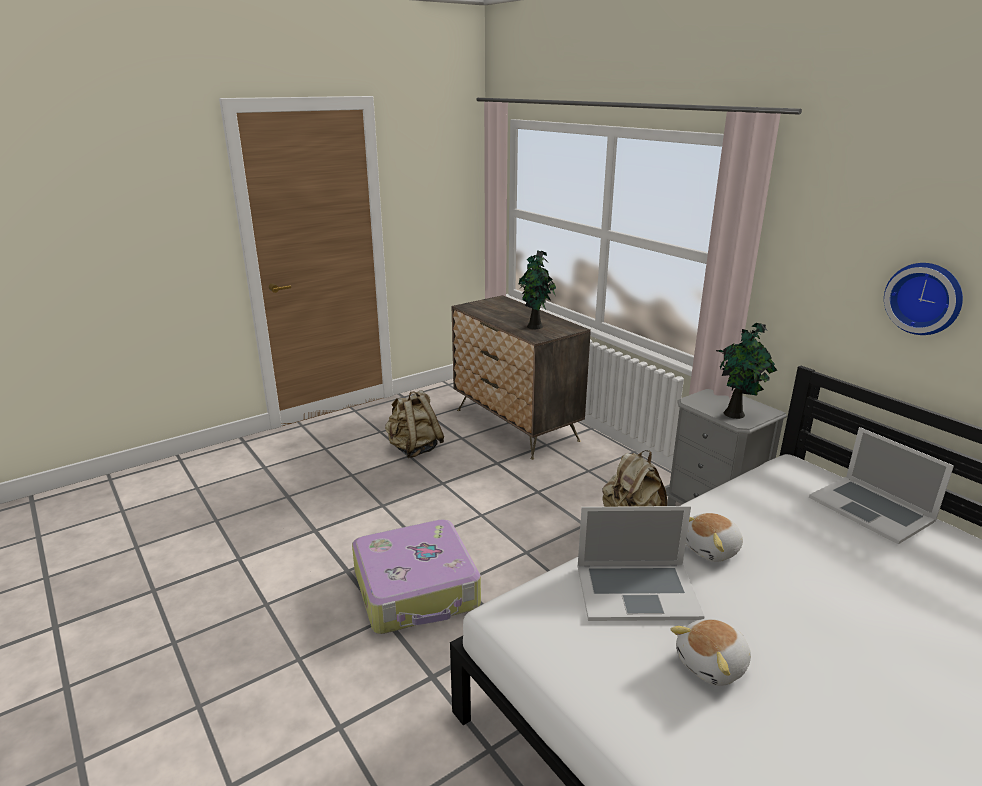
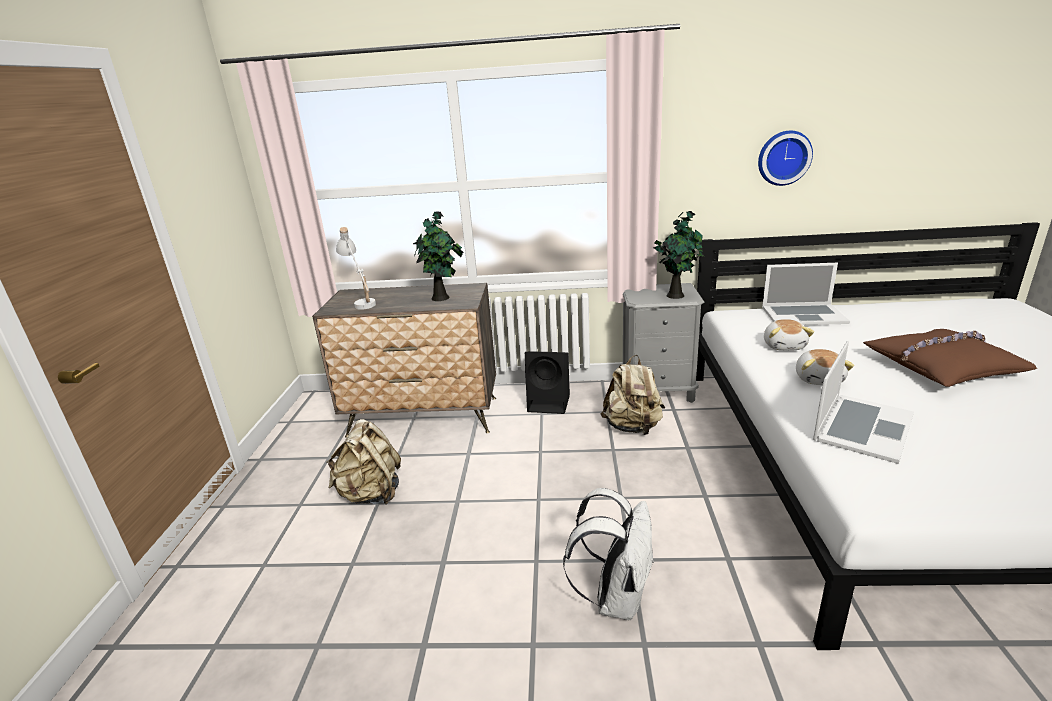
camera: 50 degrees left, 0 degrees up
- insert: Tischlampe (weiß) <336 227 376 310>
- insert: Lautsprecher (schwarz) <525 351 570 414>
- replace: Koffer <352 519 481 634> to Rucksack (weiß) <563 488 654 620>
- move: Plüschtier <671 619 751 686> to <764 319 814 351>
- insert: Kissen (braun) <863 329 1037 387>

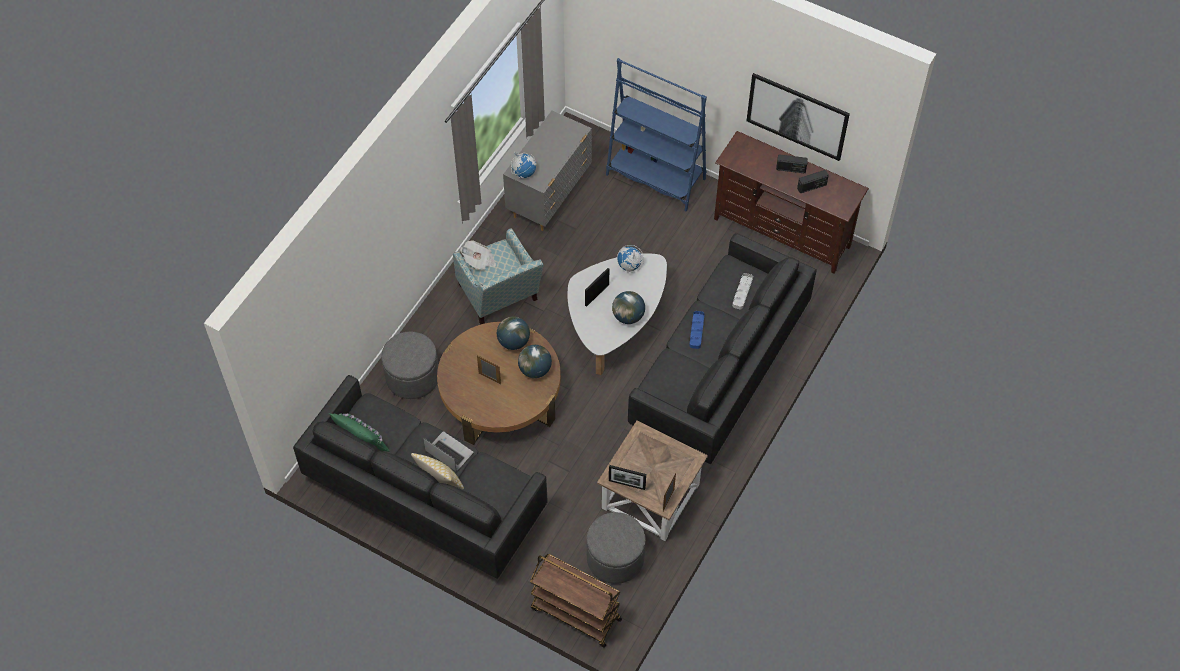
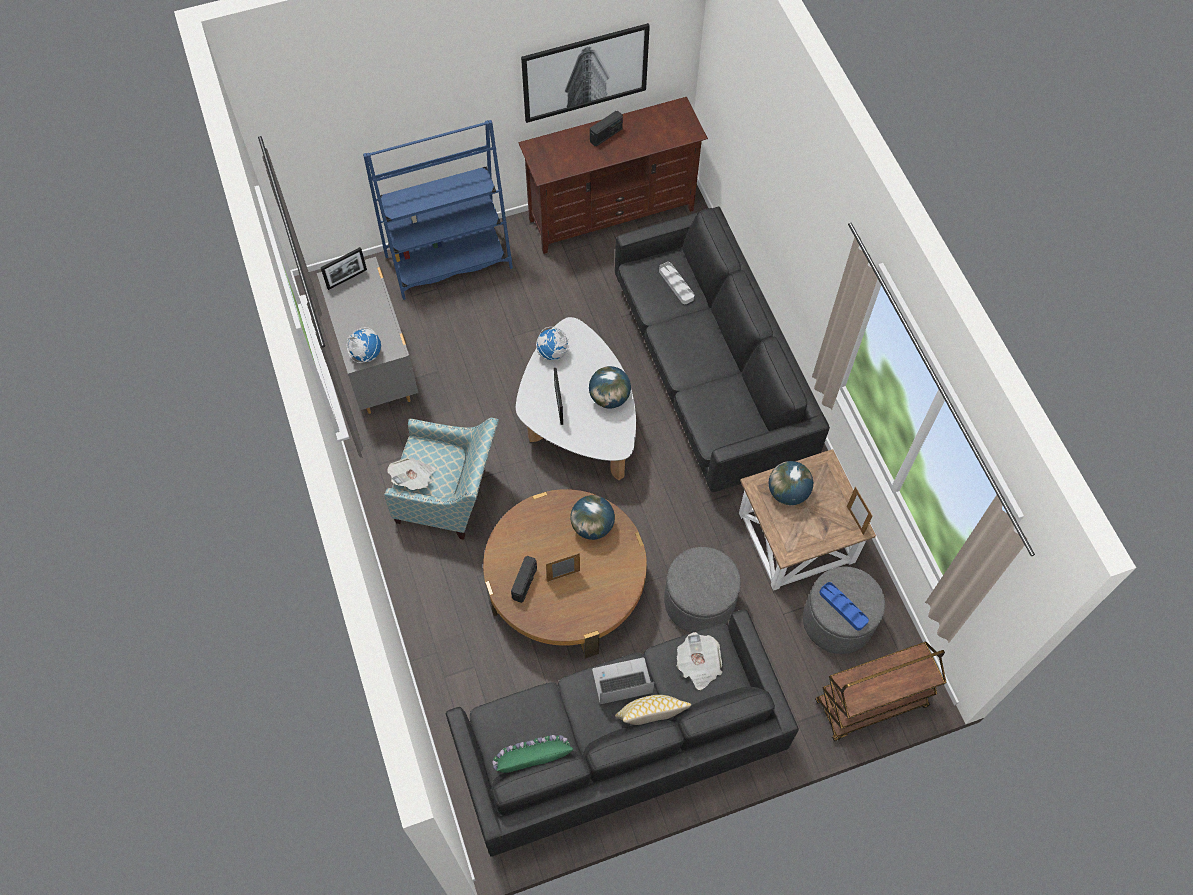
camera: 50 degrees left, 5 degrees up
- move: Bilderrahmen <609 465 646 490> to <321 247 367 290>
- move: Radio <797 170 829 193> to <511 556 537 603>
- move: Polsterhocker (grau) <381 332 438 399> to <664 547 741 633>
- insert: Zeitung <677 632 722 690>
- move: Globus <497 317 530 350> to <769 461 813 505>
- move: Tablett (blau) <689 311 705 349> to <819 582 869 631>

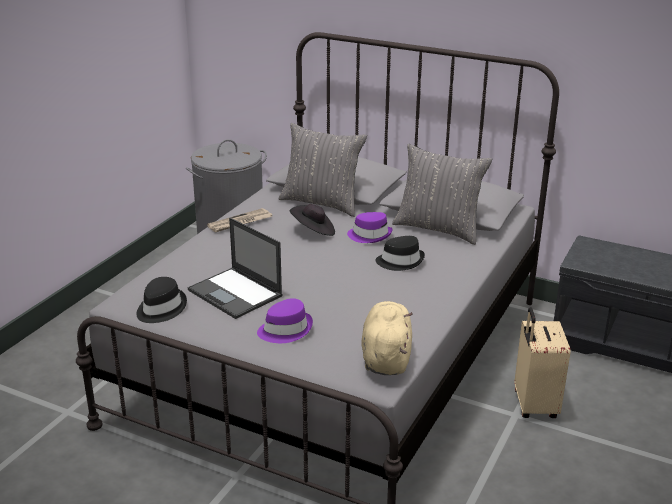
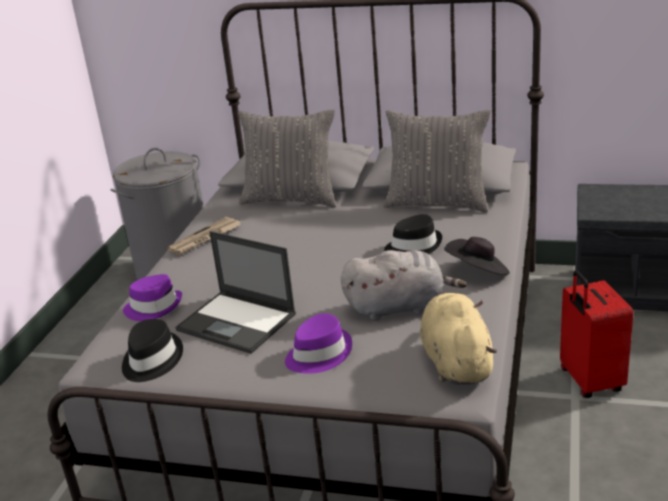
camera: 10 degrees left, 0 degrees up
- move: Hut (lila) <347 212 393 243> to <123 274 182 321>
- insert: Plüschtier (grau) <341 250 467 321>
- move: Hut (schwarz) <289 204 335 236> to <444 237 510 275>
- recolor: Koffer (beige) <514 307 570 418> to Koffer (rot) <560 270 634 398>

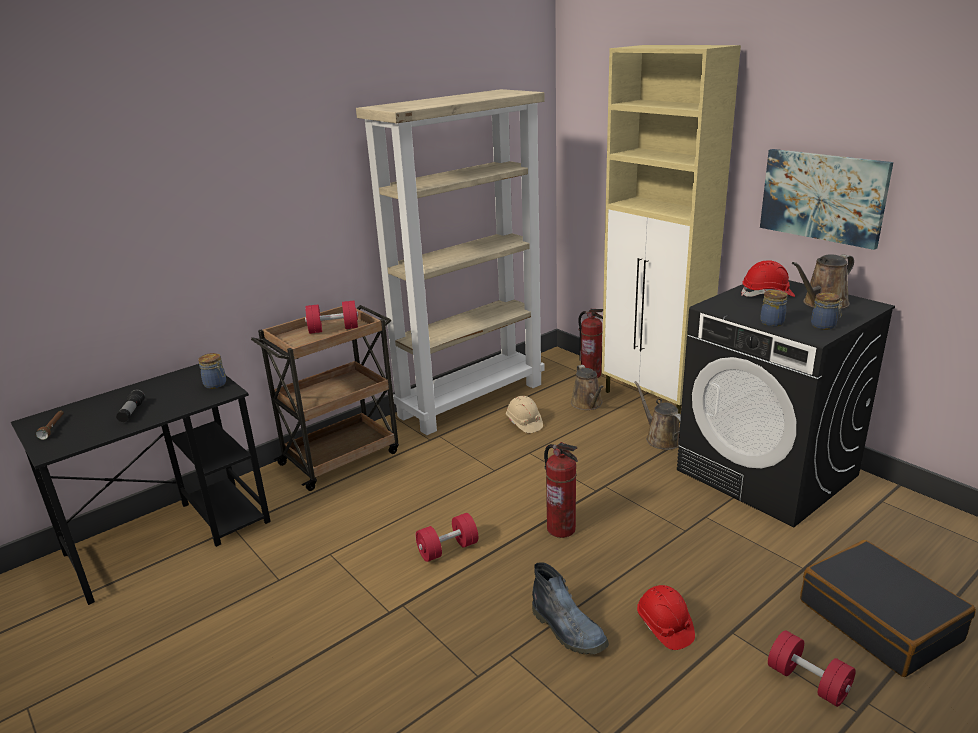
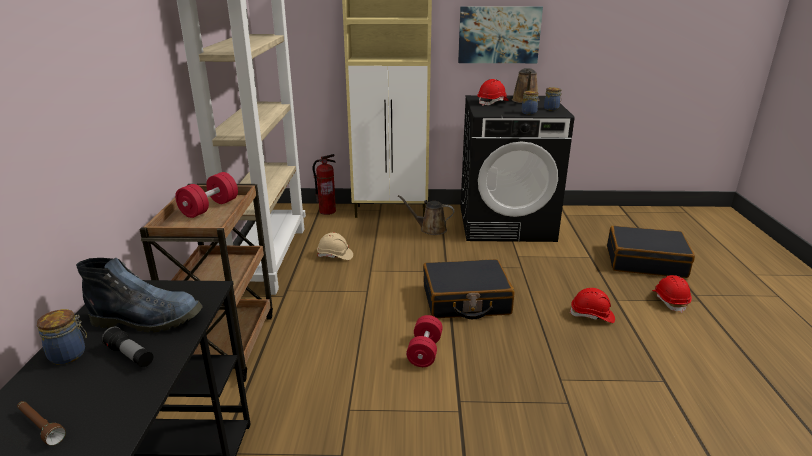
camera: 50 degrees left, 0 degrees up
- move: Vorratsglas <198 353 226 389> to <37 309 87 365>
- move: Stiefel <532 562 609 655> to <76 258 203 333>
- replace: Feuerlöscher <544 442 578 538> to Koffer (schwarz) <423 259 515 319>
- replace: Hantel (rot) <768 630 856 707> to Schutzhelm (rot) <652 275 692 313>
- delete: Gießkanne (braun) <571 365 604 410>

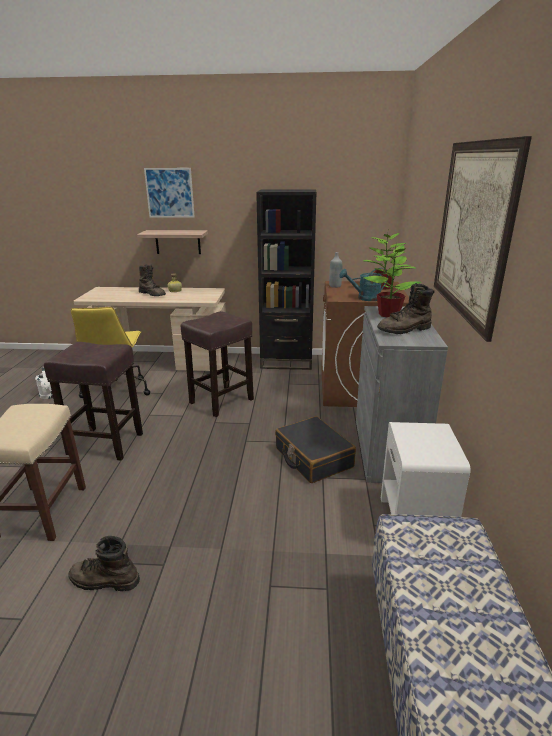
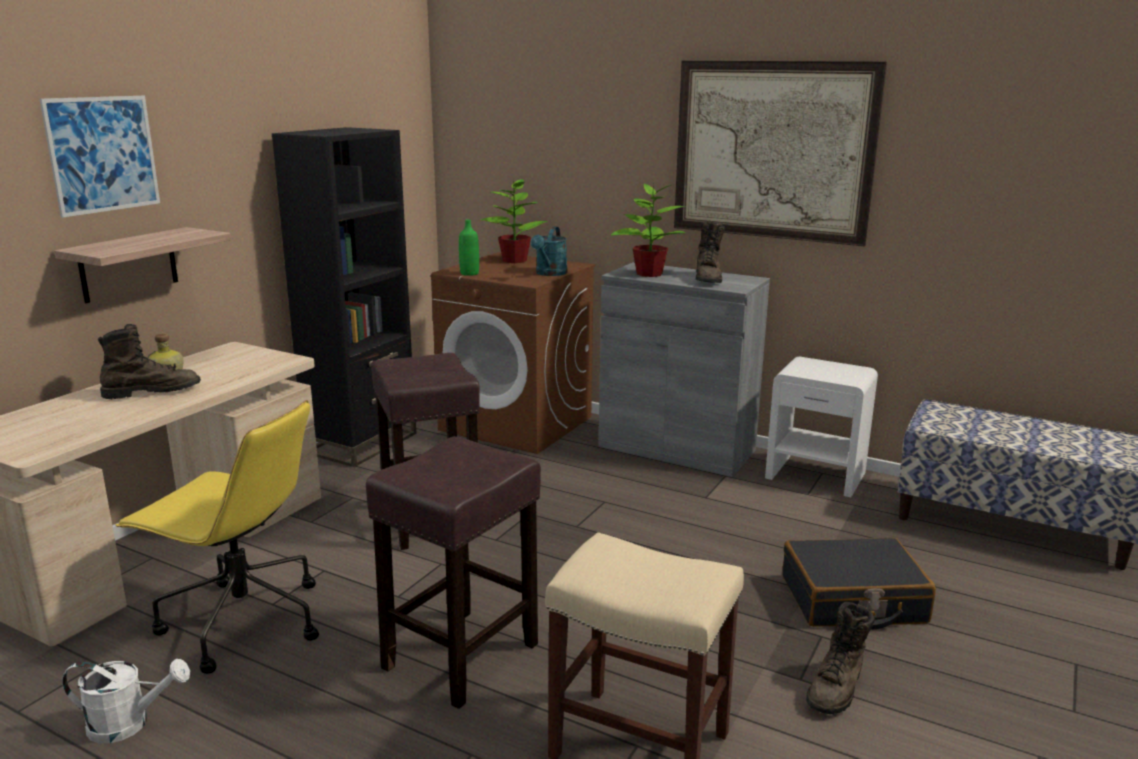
camera: 65 degrees left, 5 degrees down
- recolor: Flasche (grau) <329 252 343 288> to Flasche (grün) <459 219 479 276>
- move: Koffer (schwarz) <275 416 356 483> to <783 538 936 630>

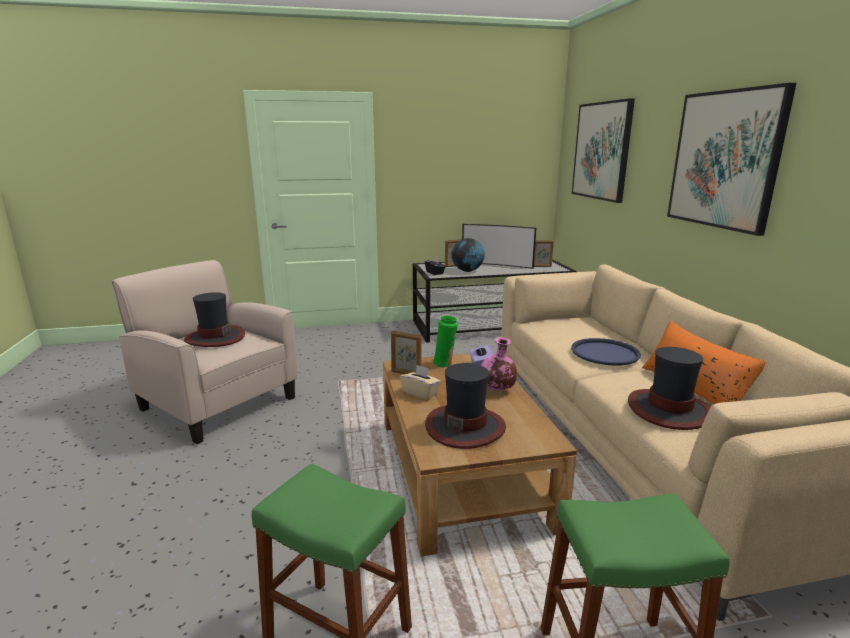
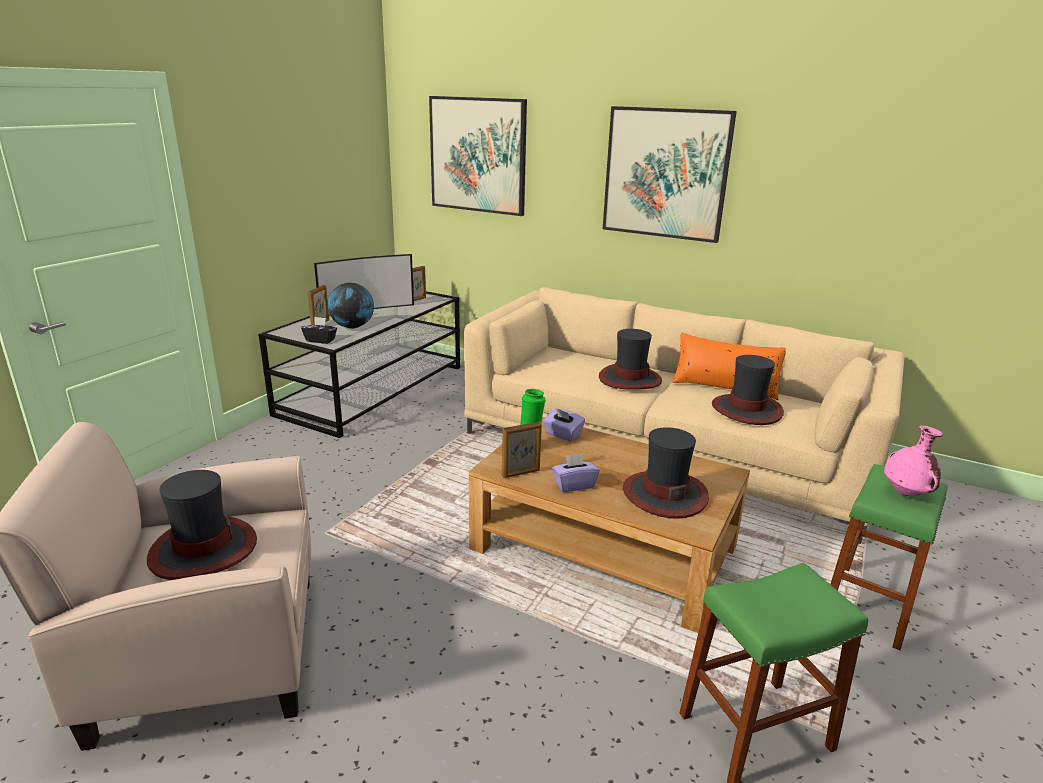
camera: 50 degrees left, 5 degrees up
- recolor: Taschentuchbox (beige) <400 365 441 400> to Taschentuchbox (lila) <552 454 600 492>
- replace: Tablett (blau) <571 338 641 366> to Hut <599 329 662 390>
- move: Vase (rosa) <481 337 517 391> to <884 426 943 496>

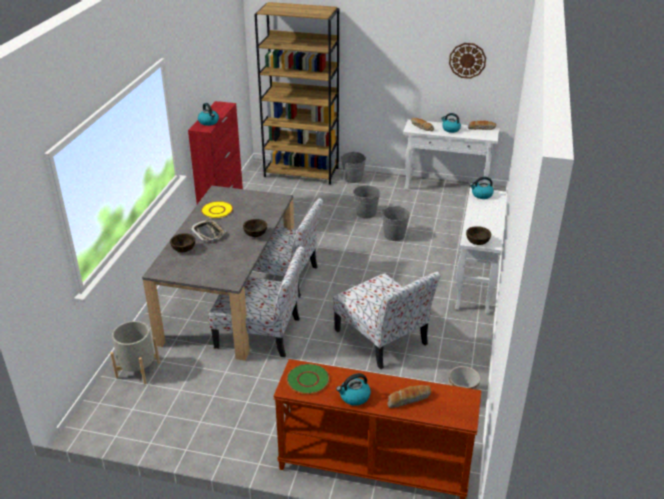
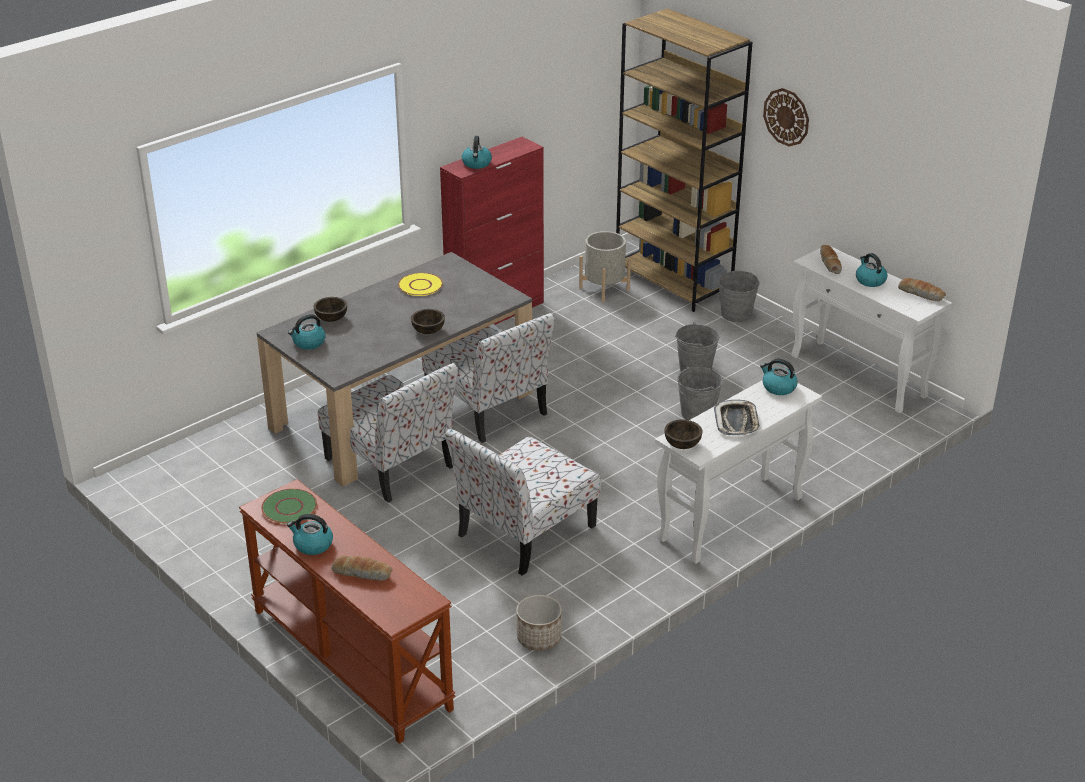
camera: 35 degrees right, 0 degrees up
- insert: Wasserkessel <288 314 326 350>
- rotate: Stuhl <333 271 440 369> = <445 428 601 576> 45 degrees clockwise
- move: Pflanzkübel (grau) <110 321 160 384> to <579 231 631 302>
- move: Tablett <189 219 226 243> to <714 400 760 435>
- move: Wanduhr <449 43 486 79> to <763 88 809 146>

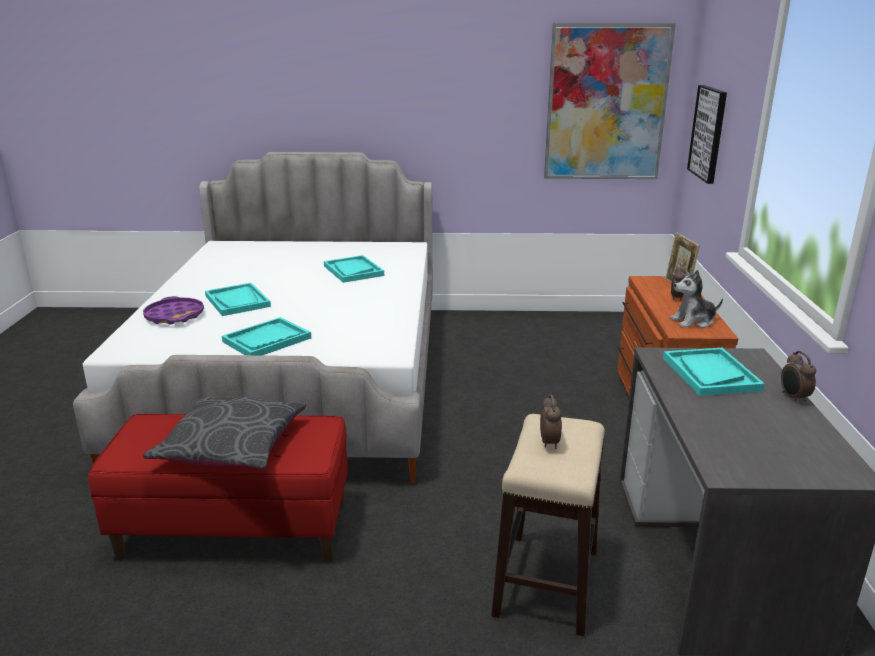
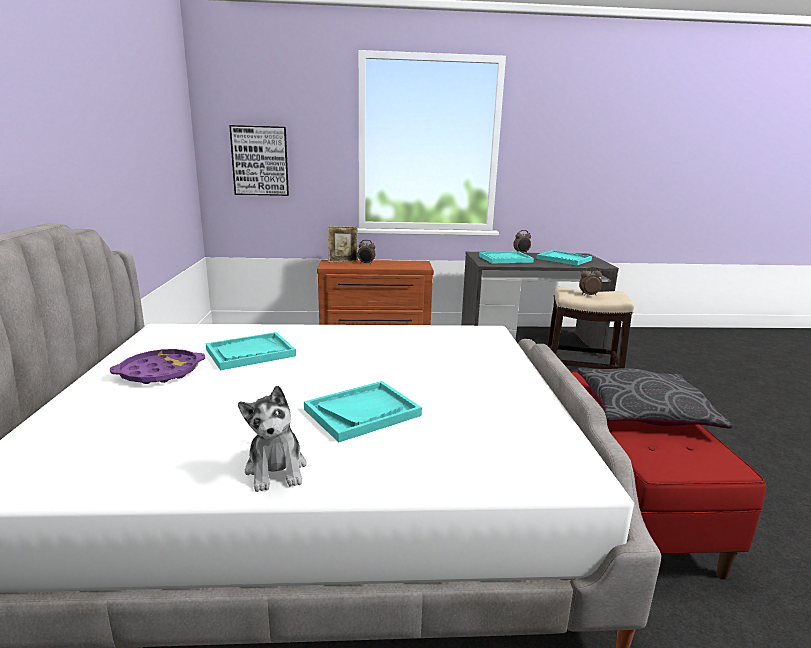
camera: 95 degrees left, 5 degrees down
- move: Tablett (lila) <143 296 204 325> to <110 349 205 384>
- move: Plüschtier <670 270 723 328> to <238 386 307 492>
- move: Tablett (türkis) <222 317 311 355> to <536 250 592 265>
- delete: Bild <544 23 676 179>

